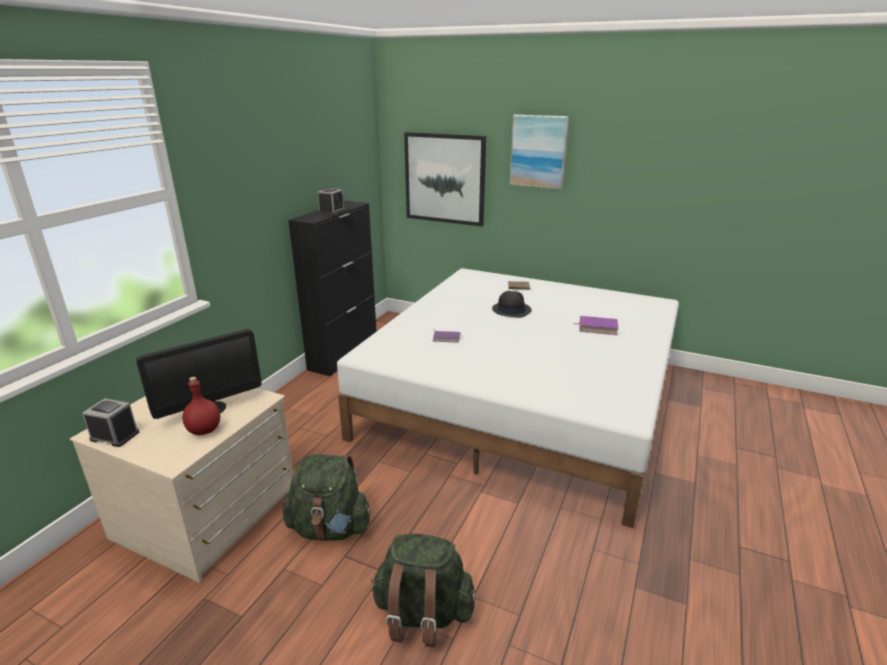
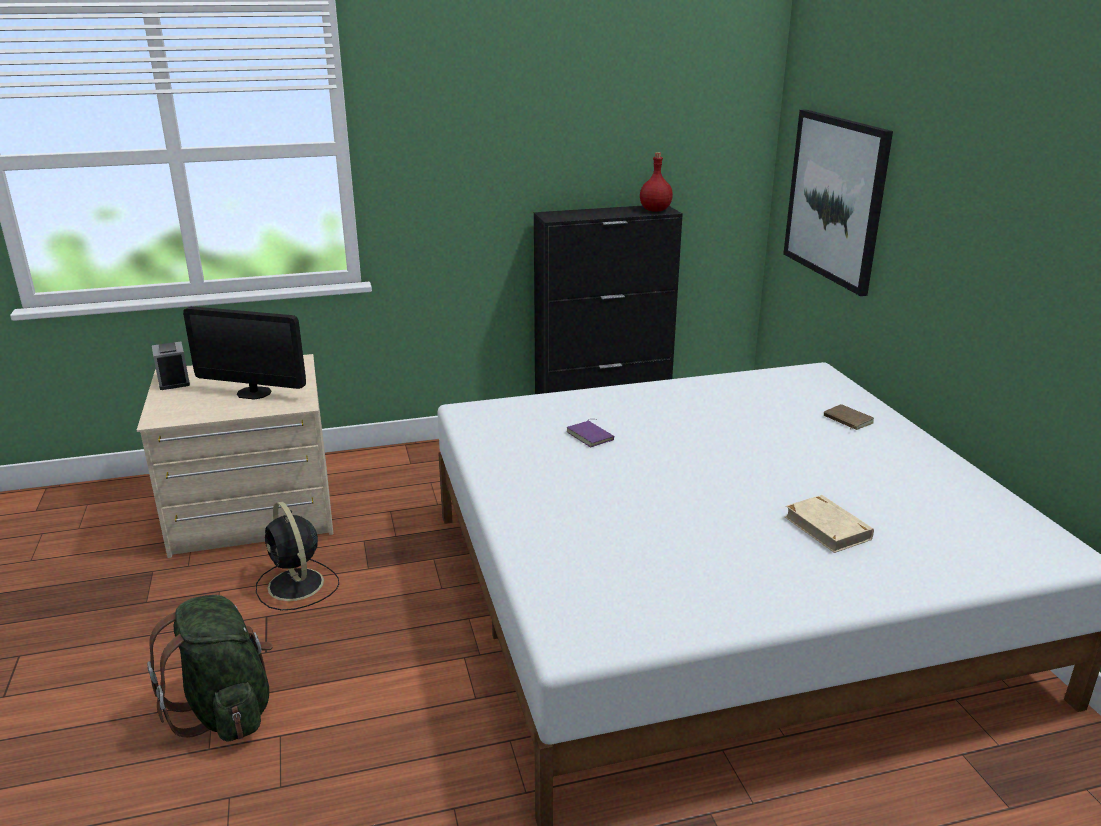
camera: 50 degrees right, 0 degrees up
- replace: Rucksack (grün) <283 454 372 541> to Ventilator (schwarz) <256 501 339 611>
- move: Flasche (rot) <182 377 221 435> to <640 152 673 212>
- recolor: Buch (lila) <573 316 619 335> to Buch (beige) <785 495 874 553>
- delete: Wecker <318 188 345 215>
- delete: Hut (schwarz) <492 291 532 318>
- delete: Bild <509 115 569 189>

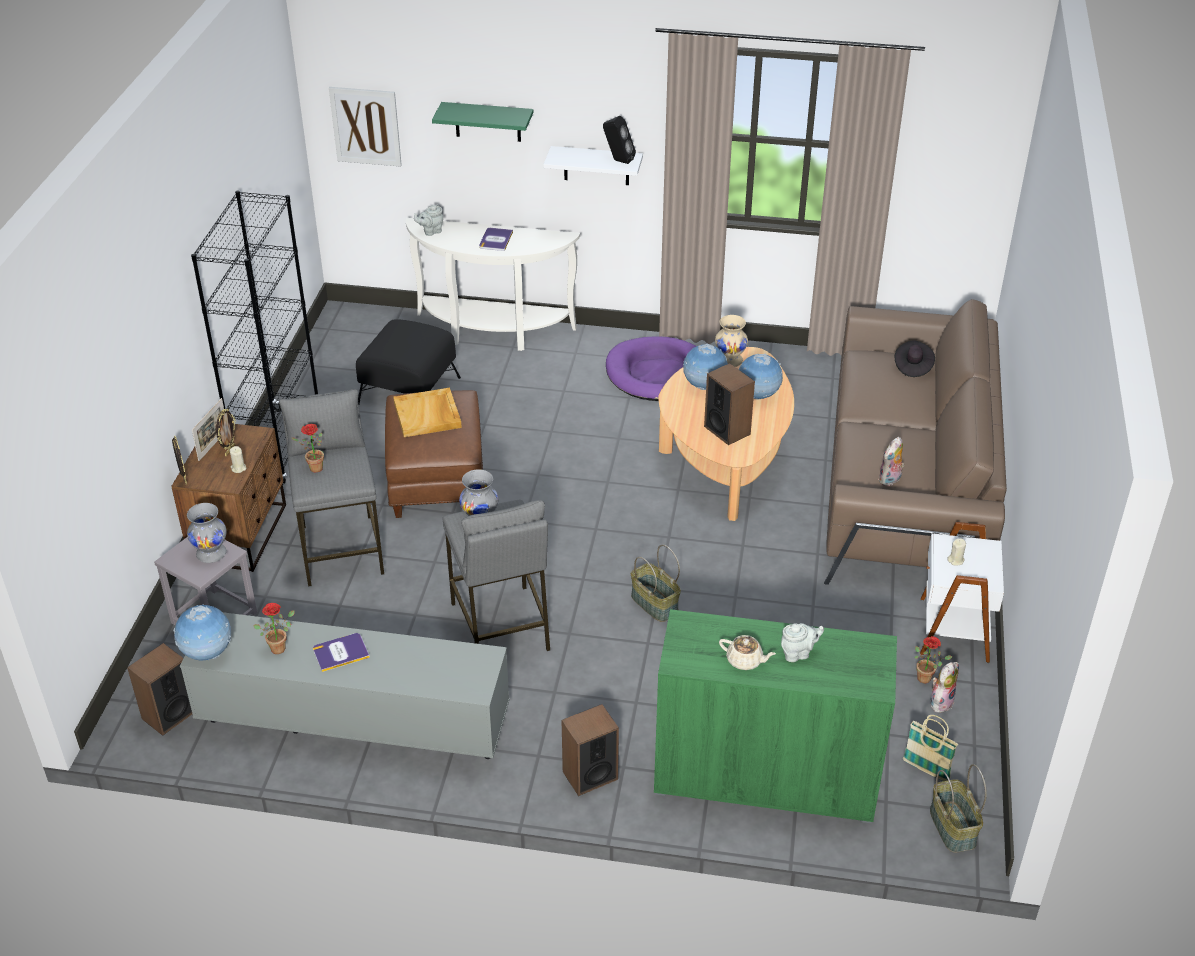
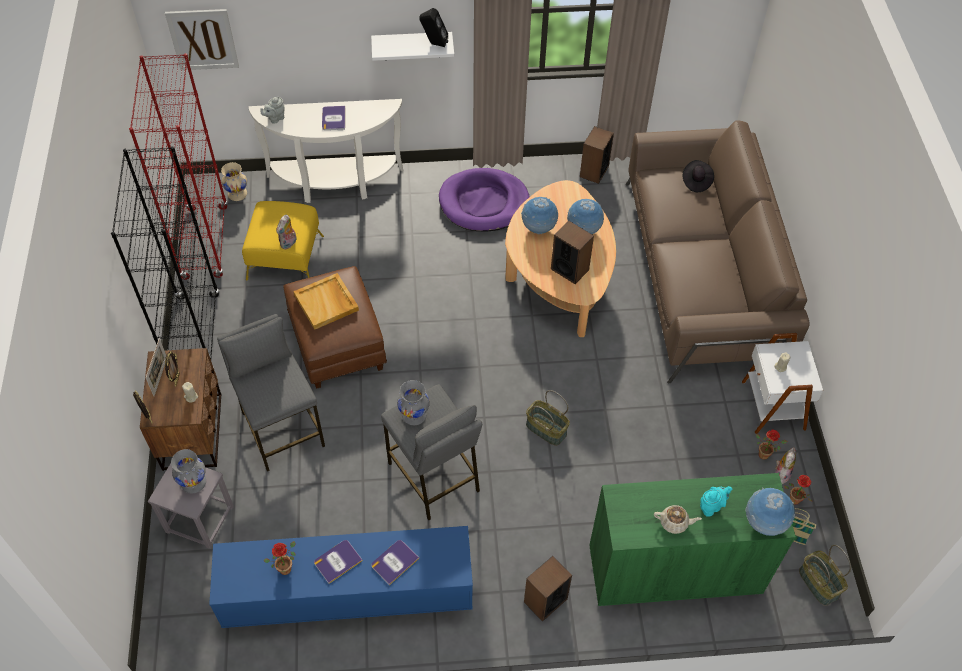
camera: 15 degrees left, 15 degrees up
- insert: Bücherregal (rot) <129 53 228 280>
- recolor: Fernsehschrank (grau) <180 612 510 759> to Fernsehschrank (blau) <209 526 473 628>
- move: Vase (beige) <715 315 748 367> to <221 162 247 201>
- recolor: Polsterhocker (schwarz) <356 320 461 404> to Polsterhocker (gelb) <242 201 324 280>
- move: Plüschtier <878 437 904 486> to <276 215 297 250>
- insert: Buch <371 540 419 585>
- move: Lautsprecher <127 643 192 736> to <580 126 614 184>
- recolor: Teekanne (grau) <781 623 824 662> to Teekanne (türkis) <700 486 732 517>
- move: Globus <173 604 231 661> to <746 487 795 536>
- move: Topfpflanze <291 424 324 473> to <784 475 813 504>
- delete: Wandregal (grün) <432 102 533 142>

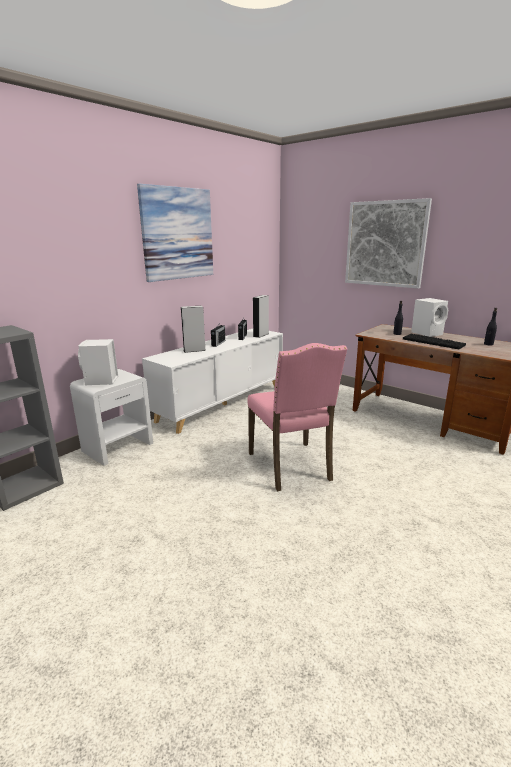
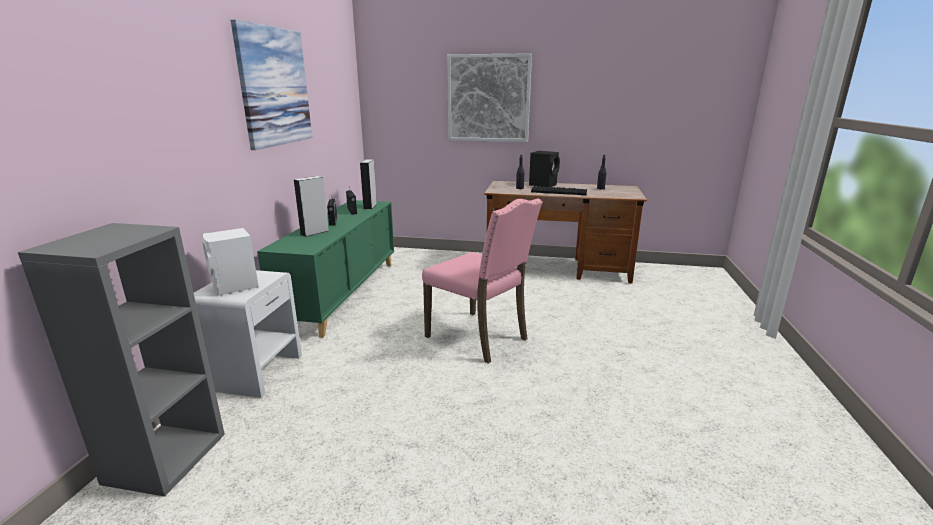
camera: 30 degrees left, 0 degrees up
- recolor: Schrank (weiß) <142 329 283 434> to Schrank (grün) <257 200 394 338>
- recolor: Lautsprecher (weiß) <411 298 448 337> to Lautsprecher (schwarz) <529 151 560 187>

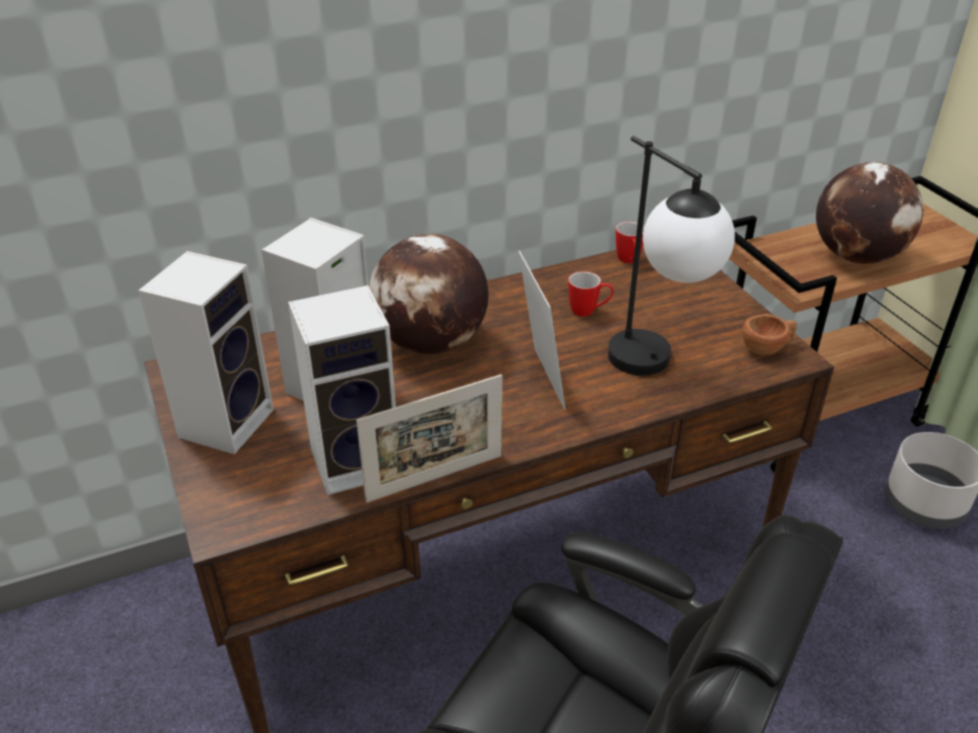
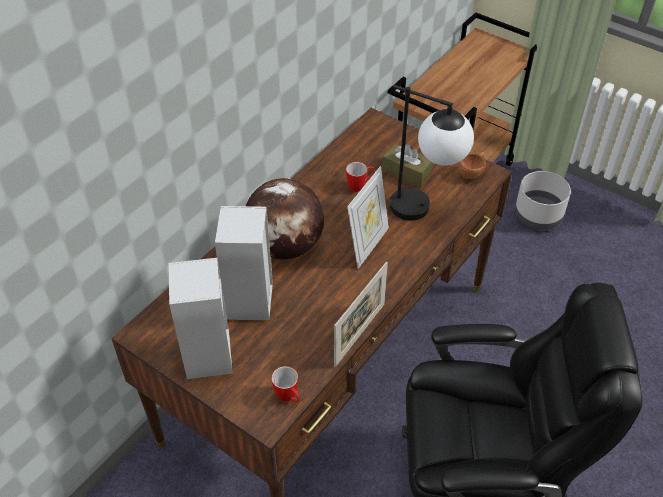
camera: 30 degrees left, 10 degrees up
- move: Henkelbecher <616 221 644 263> to <272 366 300 402>
- rotate: Bilderrahmen <519 251 566 410> = <347 166 389 269> 75 degrees clockwise
- insert: Taschentuchbox (braun) <382 144 433 187>
- delete: Lautsprecher <288 285 396 495>
- delete: Globus <816 162 923 264>

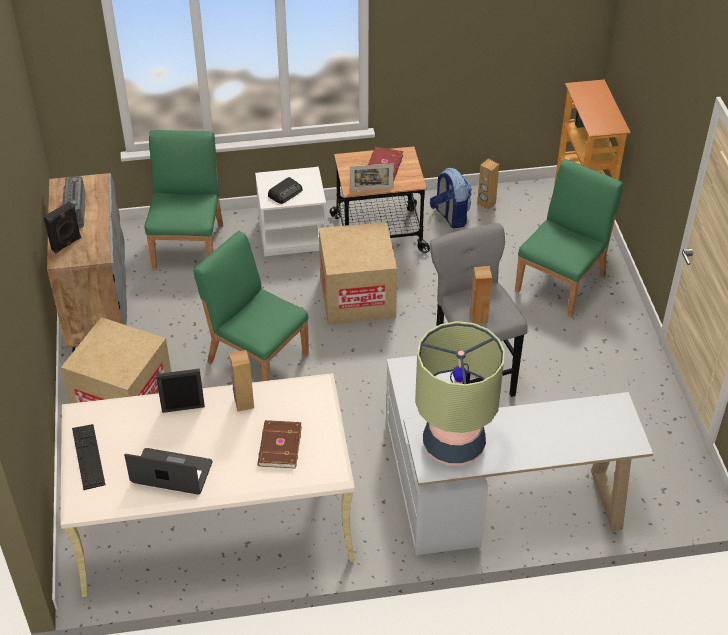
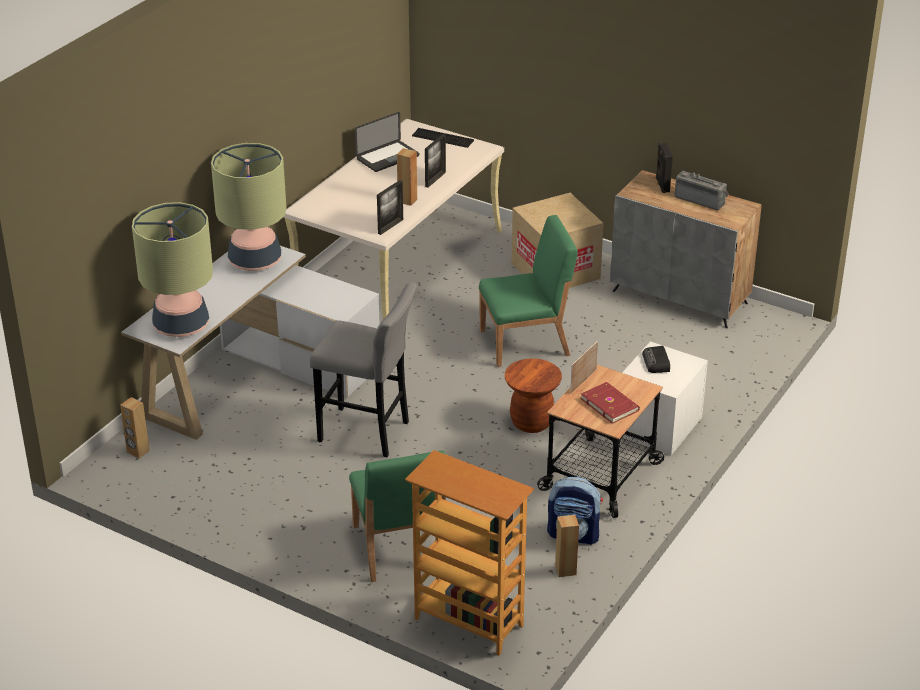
camera: 130 degrees right, 10 degrees down
- move: Lautsprecher (braun) <470 266 492 324> to <120 397 150 458>
- insert: Tischlampe <132 202 213 337>
- insert: Bilderrahmen <377 180 403 235>
- replace: Karton <319 222 397 325> to Hocker (braun) <505 358 562 433>
- delete: Stuhl (grün) <145 130 223 270>
- delete: Buch (braun) <257 420 302 469>

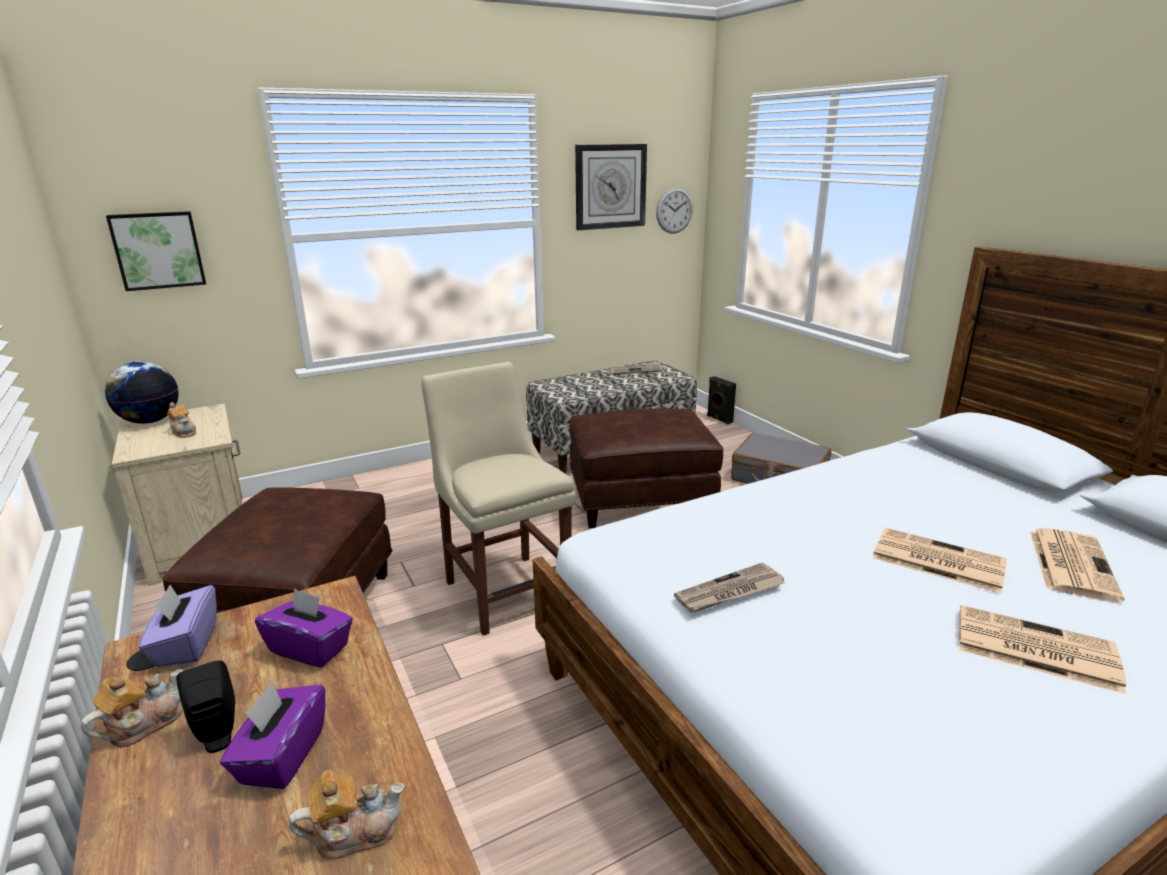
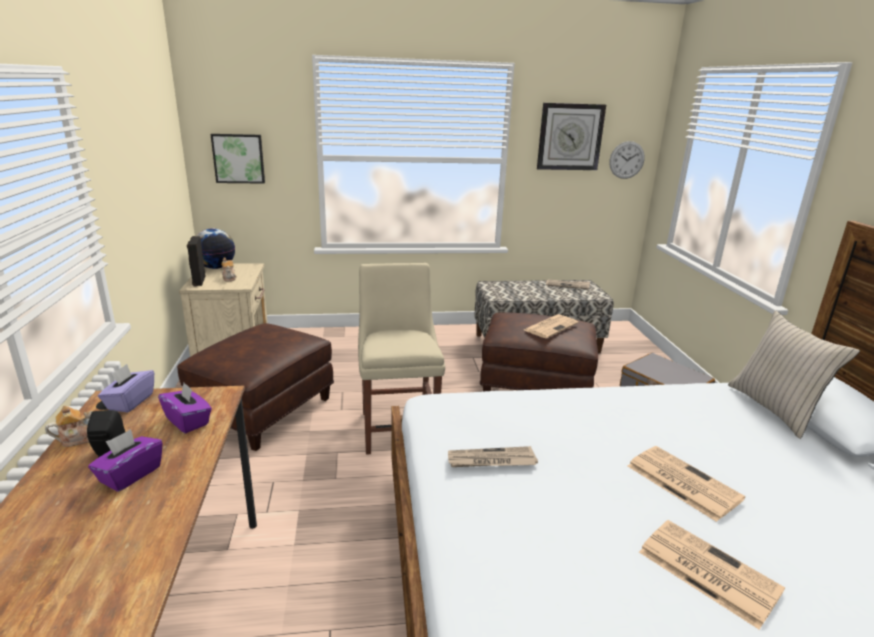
camera: 20 degrees right, 0 degrees up
- move: Lautsprecher (schwarz) <707 376 736 425> to <187 236 206 287>
- move: Zeitung <1030 528 1124 602> to <524 314 578 338>
- insert: Kissen (beige) <728 310 860 439>
- delete: Teekanne <289 770 405 859>

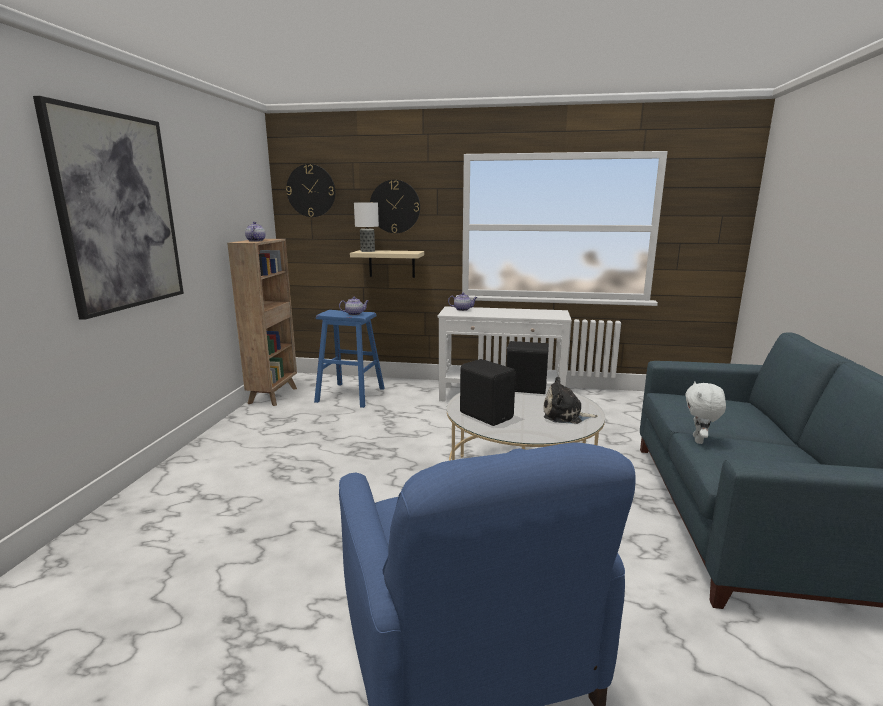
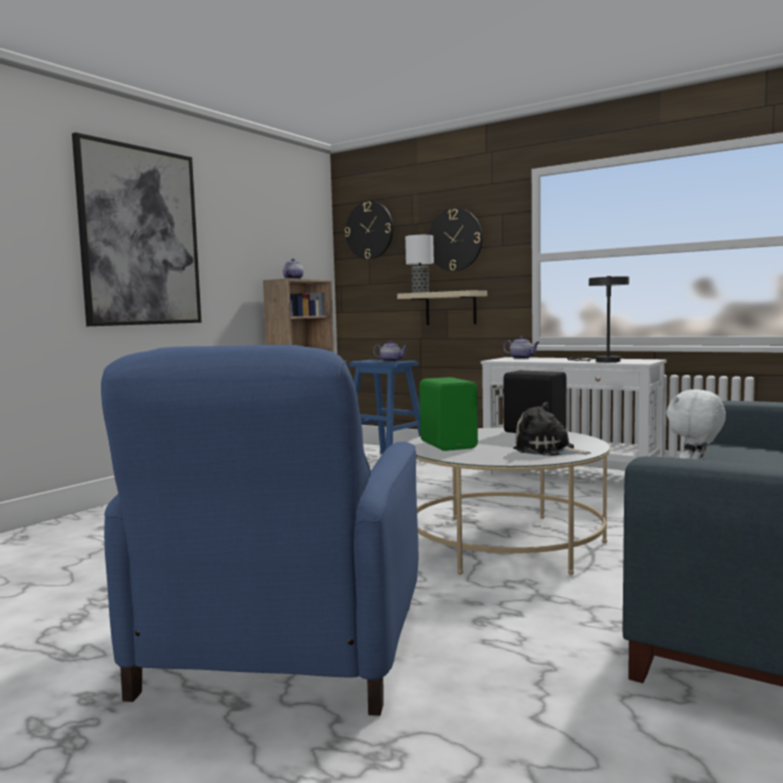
camera: 25 degrees right, 10 degrees down
- recolor: Lautsprecher (schwarz) <460 359 516 426> to Lautsprecher (grün) <419 377 478 451>
- insert: Tischlampe (grau) <567 276 629 362>

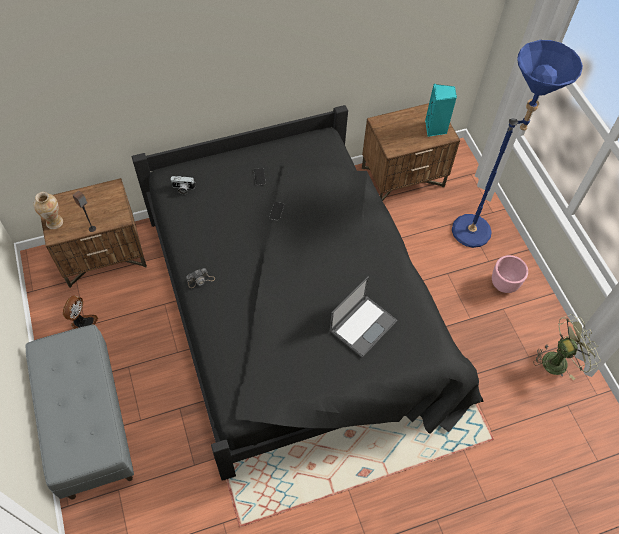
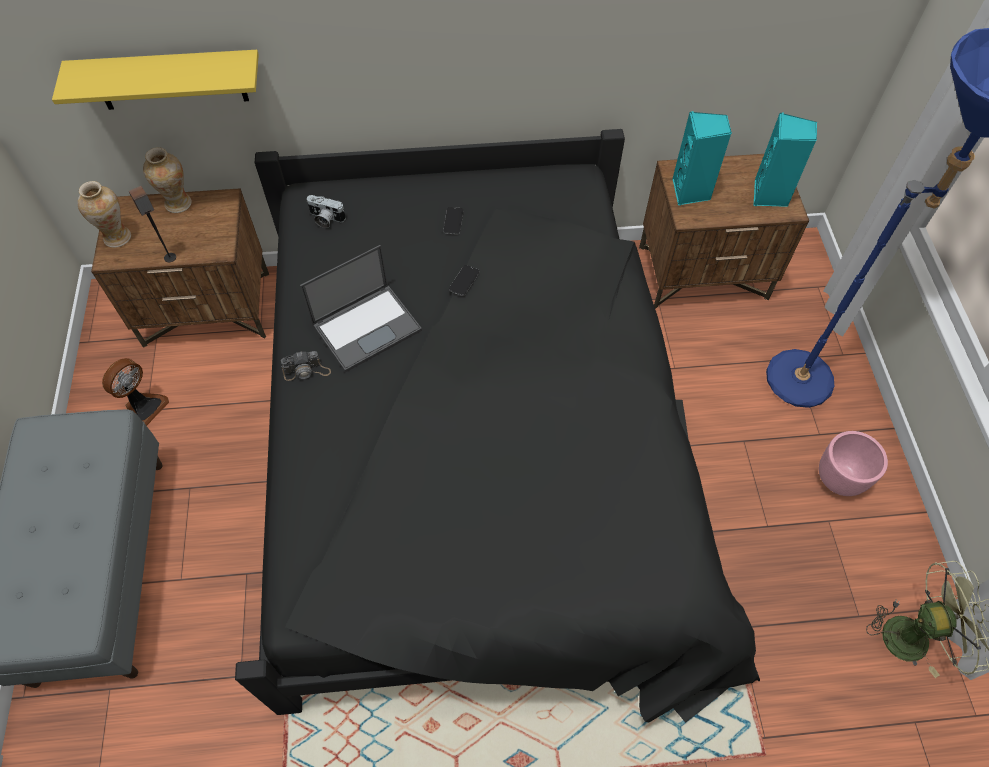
camera: 15 degrees right, 0 degrees up
- insert: Wandregal (gelb) <52 50 259 110>
- insert: Vase <143 147 192 213>
- move: Laptop <330 276 397 358> to <300 245 422 372>
- insert: Lautsprecher (türkis) <673 111 732 206>

